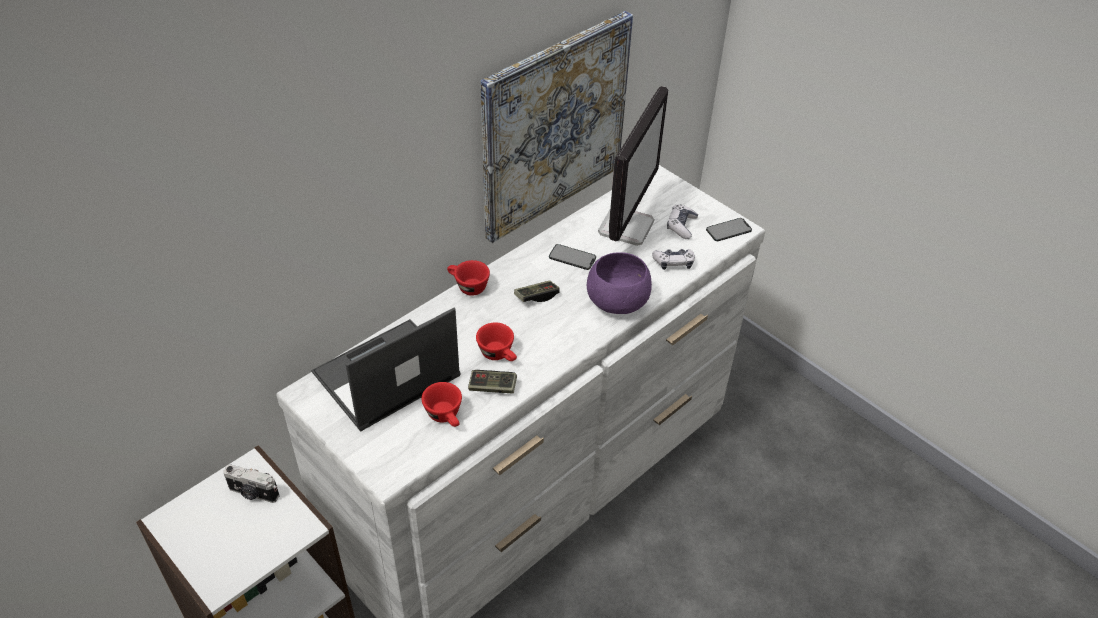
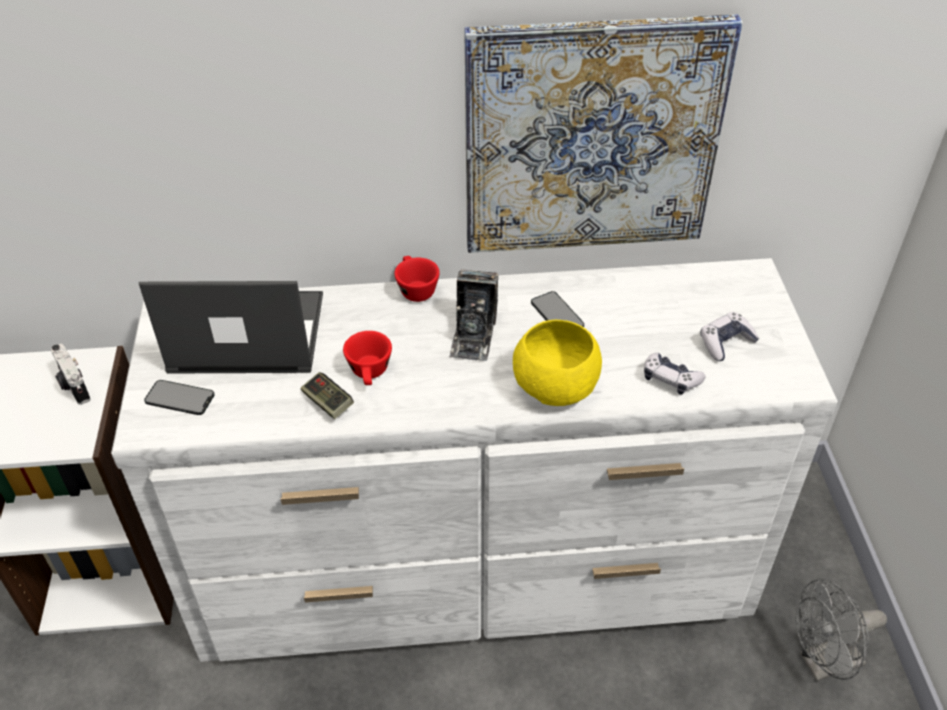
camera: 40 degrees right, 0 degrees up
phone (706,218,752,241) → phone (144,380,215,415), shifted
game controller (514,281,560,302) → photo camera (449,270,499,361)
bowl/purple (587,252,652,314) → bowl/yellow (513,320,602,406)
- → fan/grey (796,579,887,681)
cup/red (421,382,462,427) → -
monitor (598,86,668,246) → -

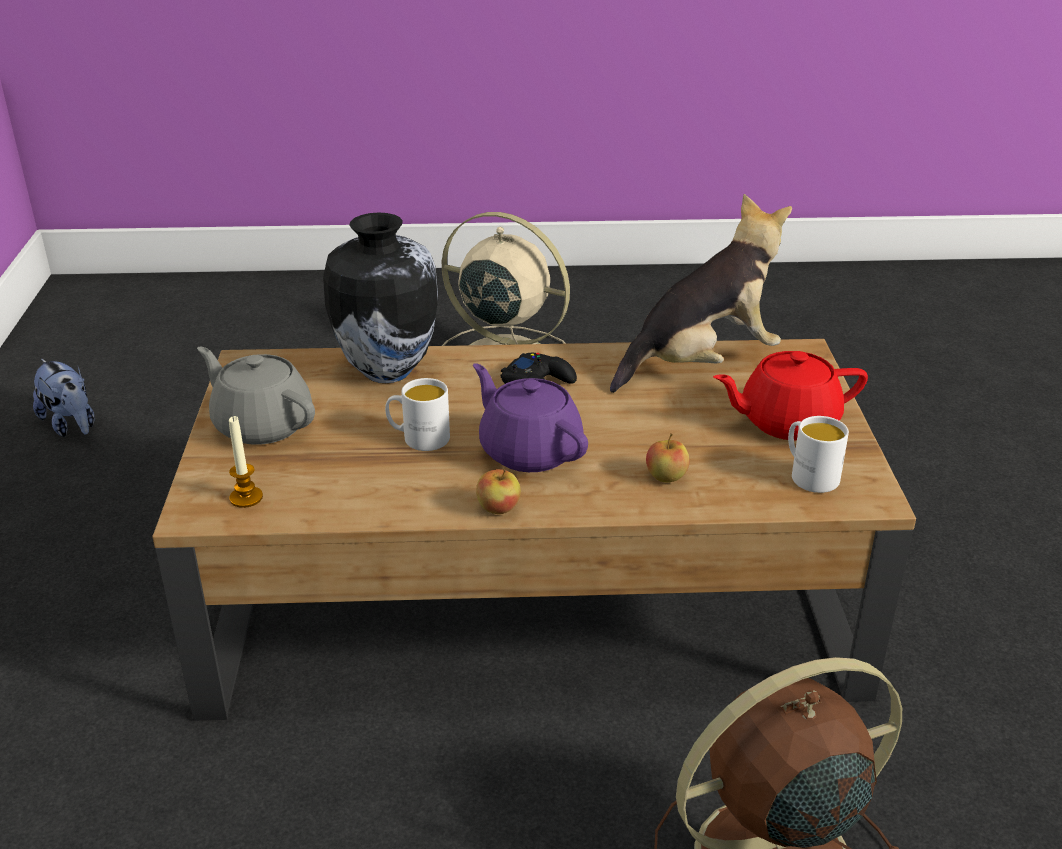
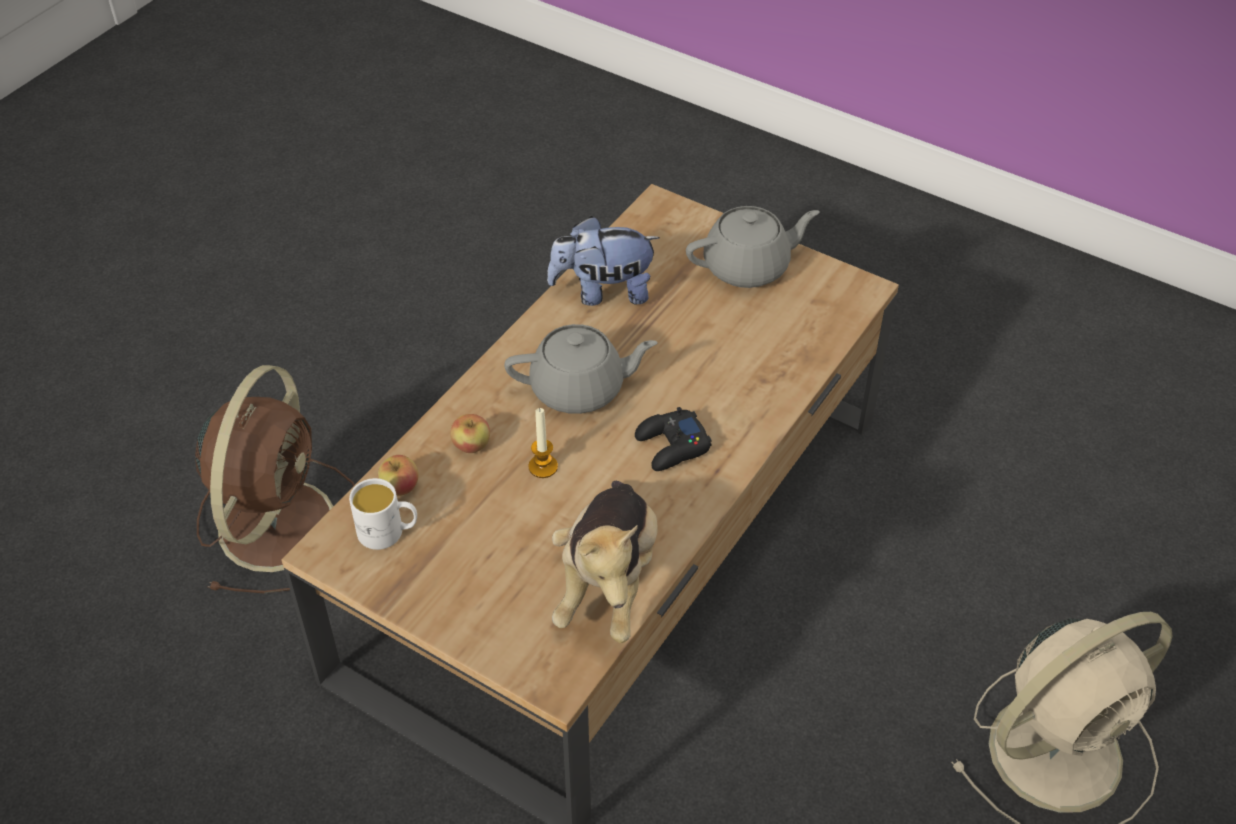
camera: 125 degrees right, 15 degrees up
apple (476,469,521,514) → apple (378,455,419,496), shifted
teapot/purple (473,363,588,472) → teapot/grey (504,324,658,414)
candle (229,416,263,508) → candle (528,408,558,478), shifted
plush toy (33,359,95,437) → plush toy (547,216,660,306), shifted
vase (323,213,438,383) → -
mug/white (385,378,450,451) → -
teapot/red (713,351,868,441) → -

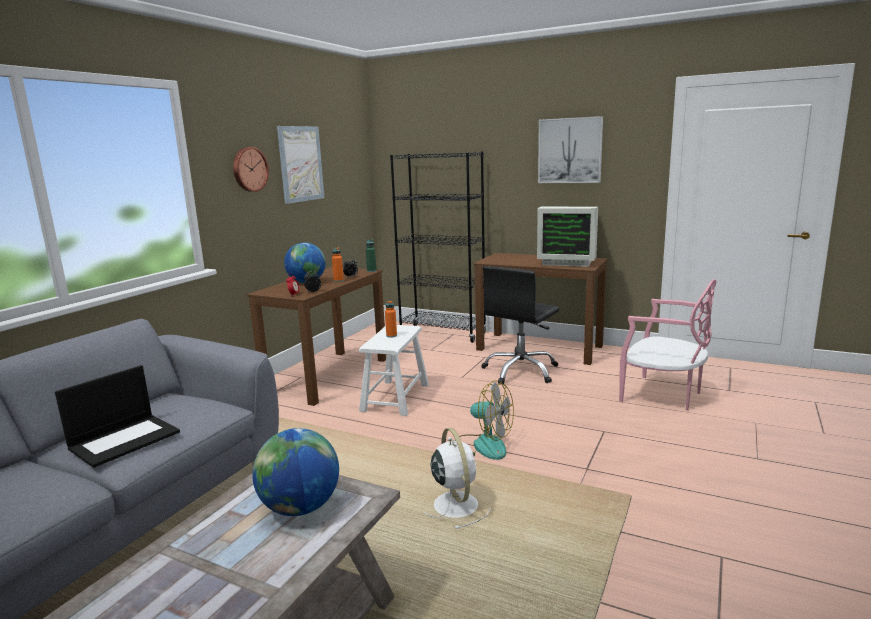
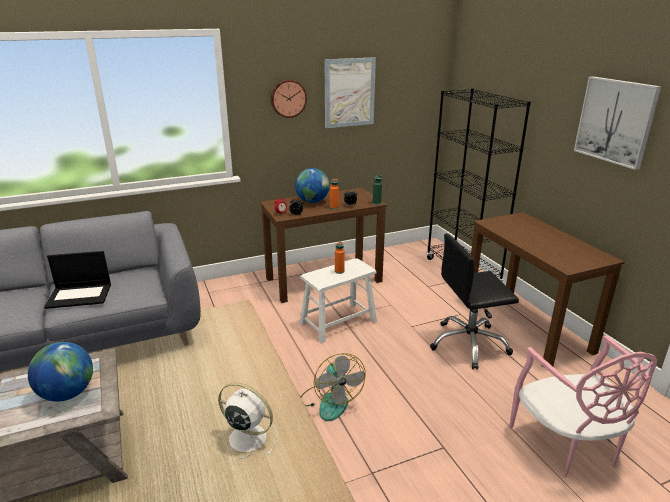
camera: 40 degrees right, 10 degrees up
fan/white (424,428,491,529) → fan/white (218,383,278,459), 90 degrees counterclockwise
monitor (537,206,598,267) → -

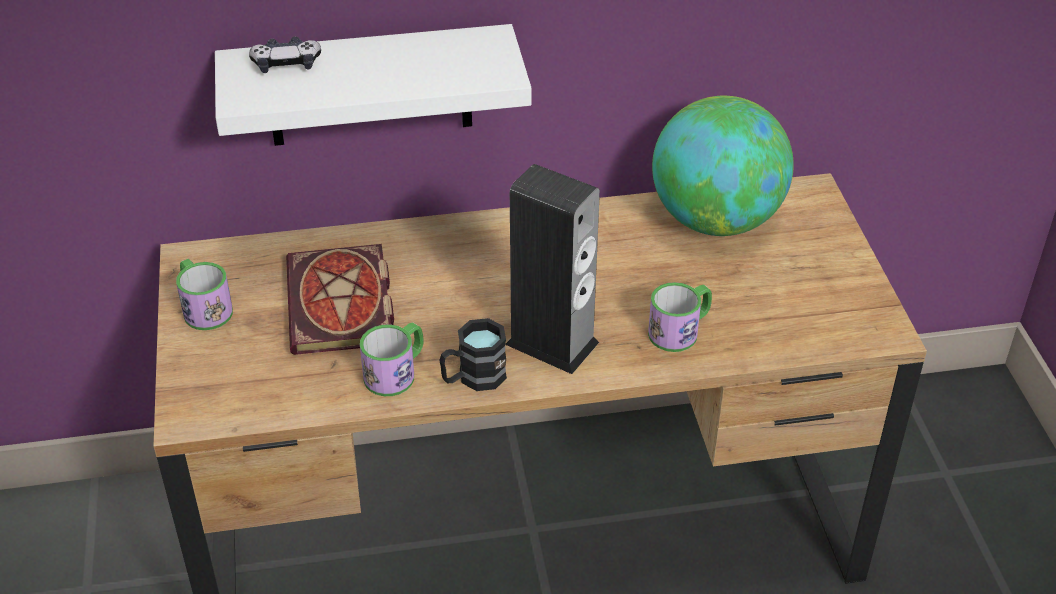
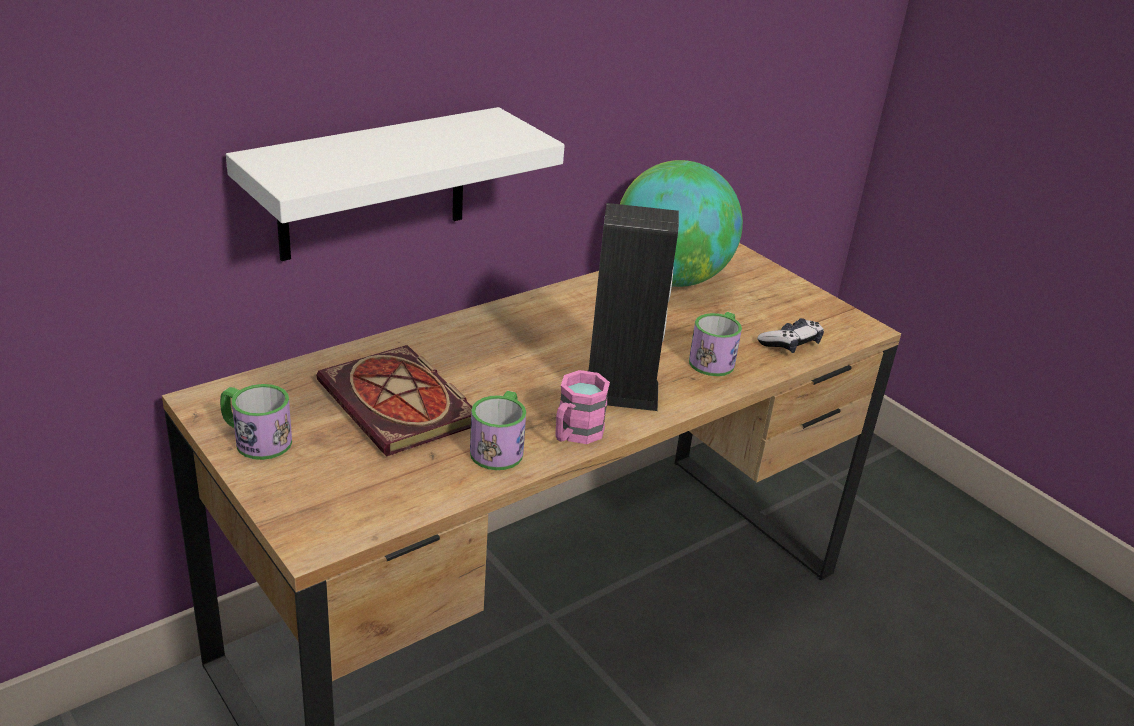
camera: 30 degrees left, 10 degrees down
mug/black (439,318,507,391) → mug/pink (555,370,610,444)
game controller (249,36,321,73) → game controller (757,318,824,353), shifted

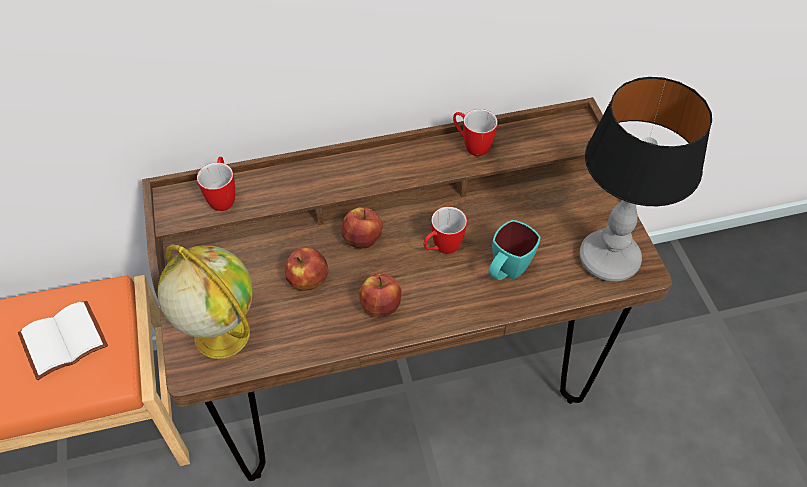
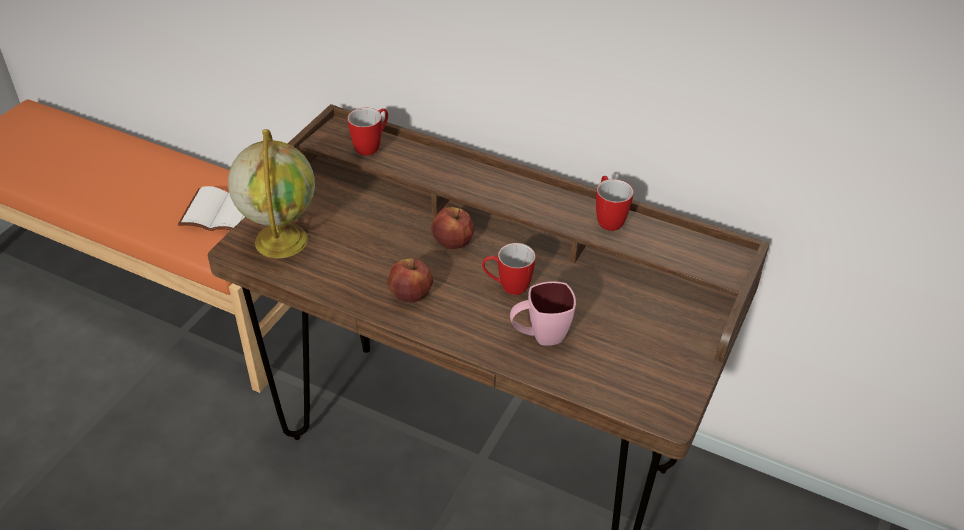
camera: 40 degrees right, 10 degrees down
mug/turquoise (488,220,540,280) → mug/pink (510,282,576,346)
apple (285,248,329,291) → -
table lamp (579,77,712,282) → -

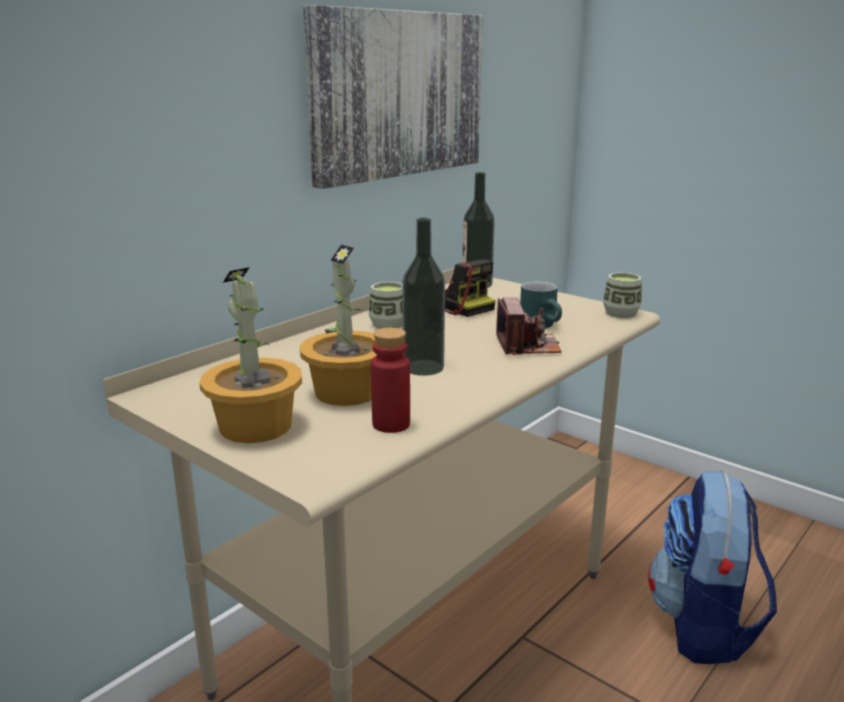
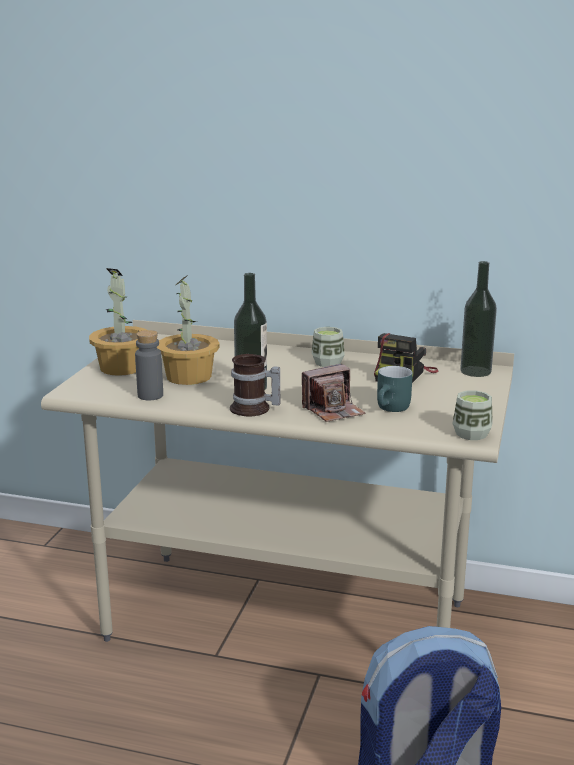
camera: 65 degrees right, 0 degrees up
bottle/red (371,328,410,433) → bottle/grey (135,330,163,400)
- → mug (230,354,280,416)
picture (303,5,483,189) → -

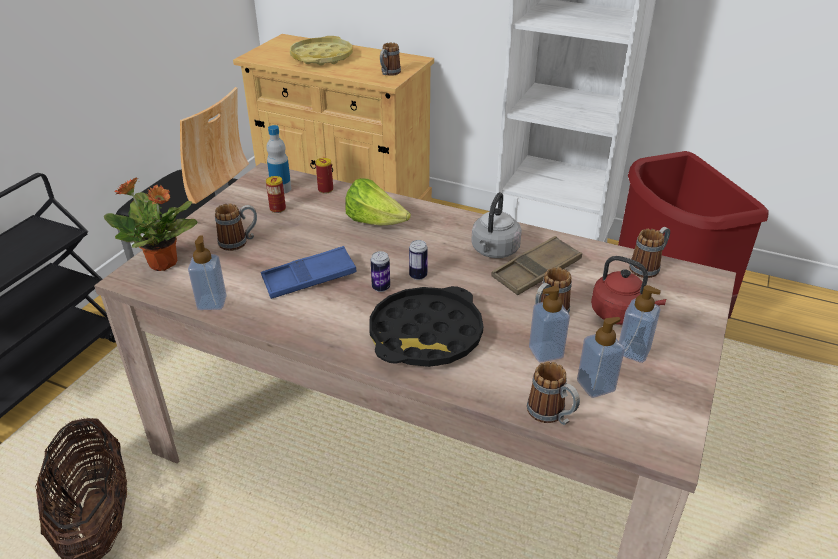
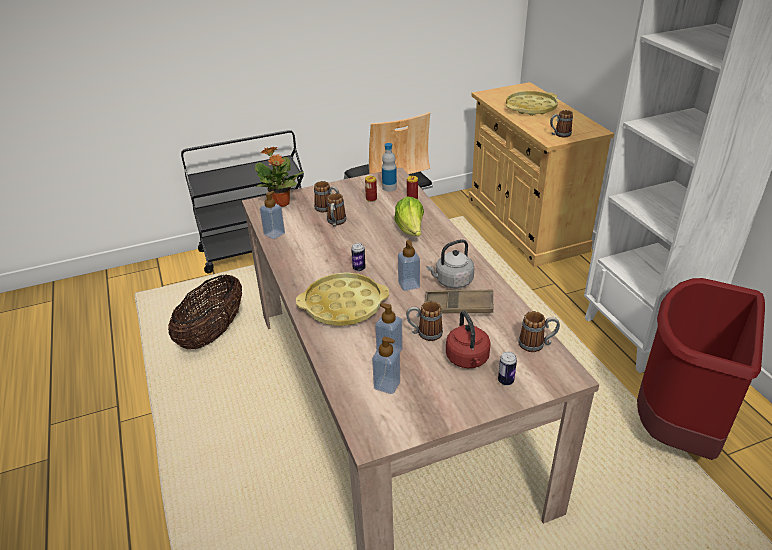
camera: 45 degrees right, 0 degrees up
tray/black (369,286,483,367) → tray/yellow (296,272,389,326)
mug (527,362,580,425) → mug (327,193,346,226), shifted
soap dispenser (619,285,661,363) → soap dispenser (398,240,420,291), shifted
can (409,240,428,280) → can (498,352,517,385), shifted
tray/blue (261,246,357,299) → -

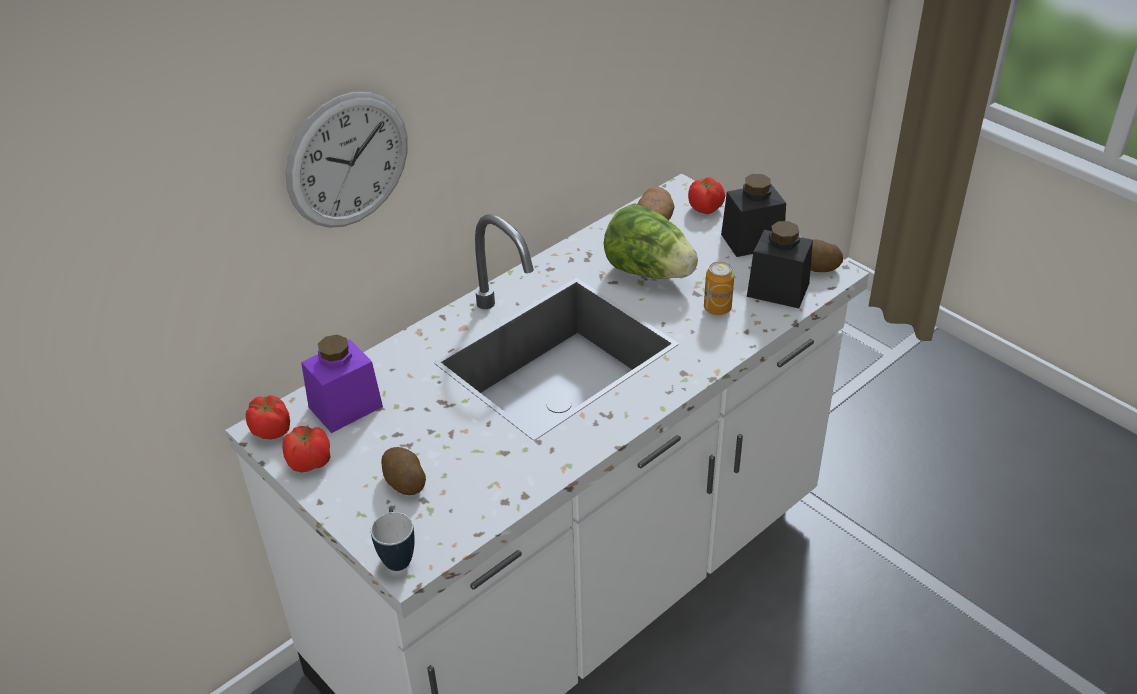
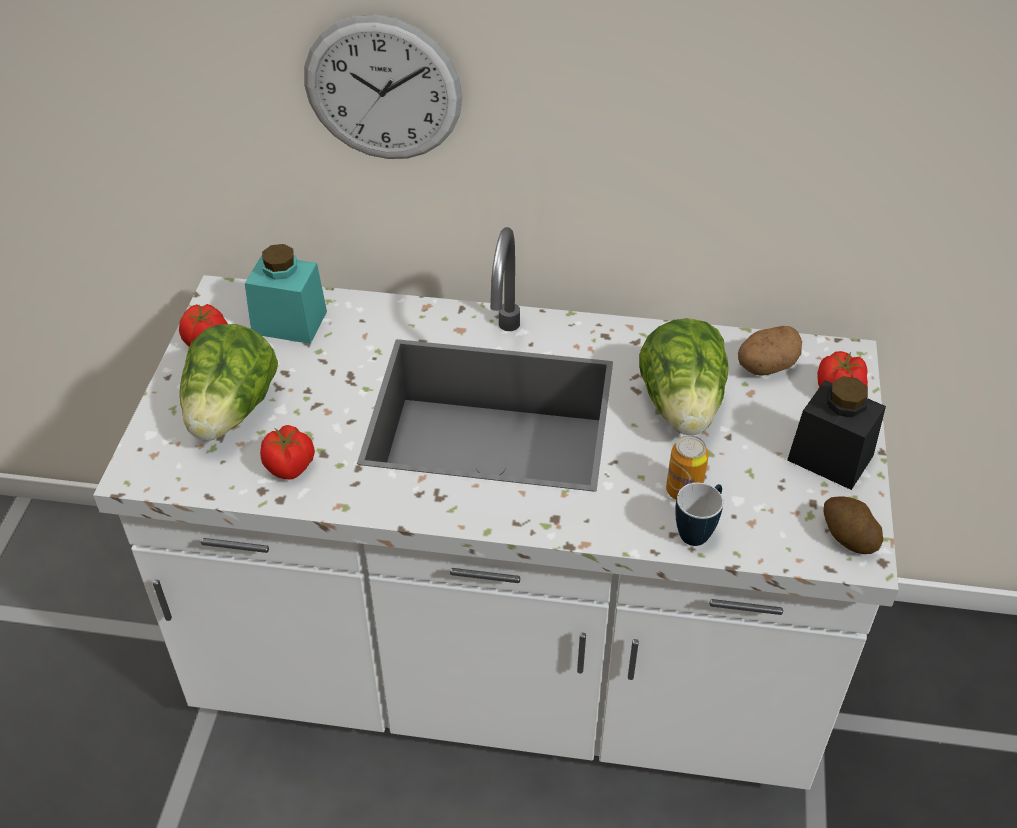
camera: 50 degrees right, 5 degrees up
potato (381,447,426,495) → lettuce (180,324,278,441)
jar/purple (301,335,383,433) → jar/turquoise (245,244,327,344)
tomato (246,395,290,440) → tomato (260,425,315,479), shifted
mug (371,508,415,571) → mug (675,483,723,546), shifted
jar/black (747,221,813,308) → -

